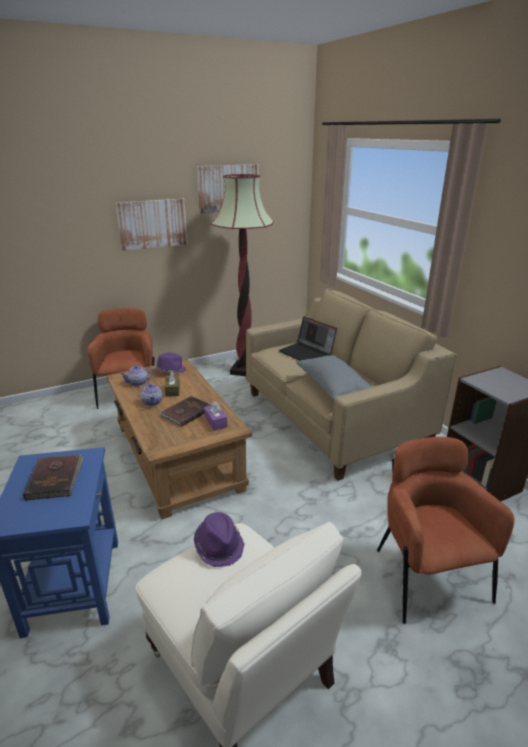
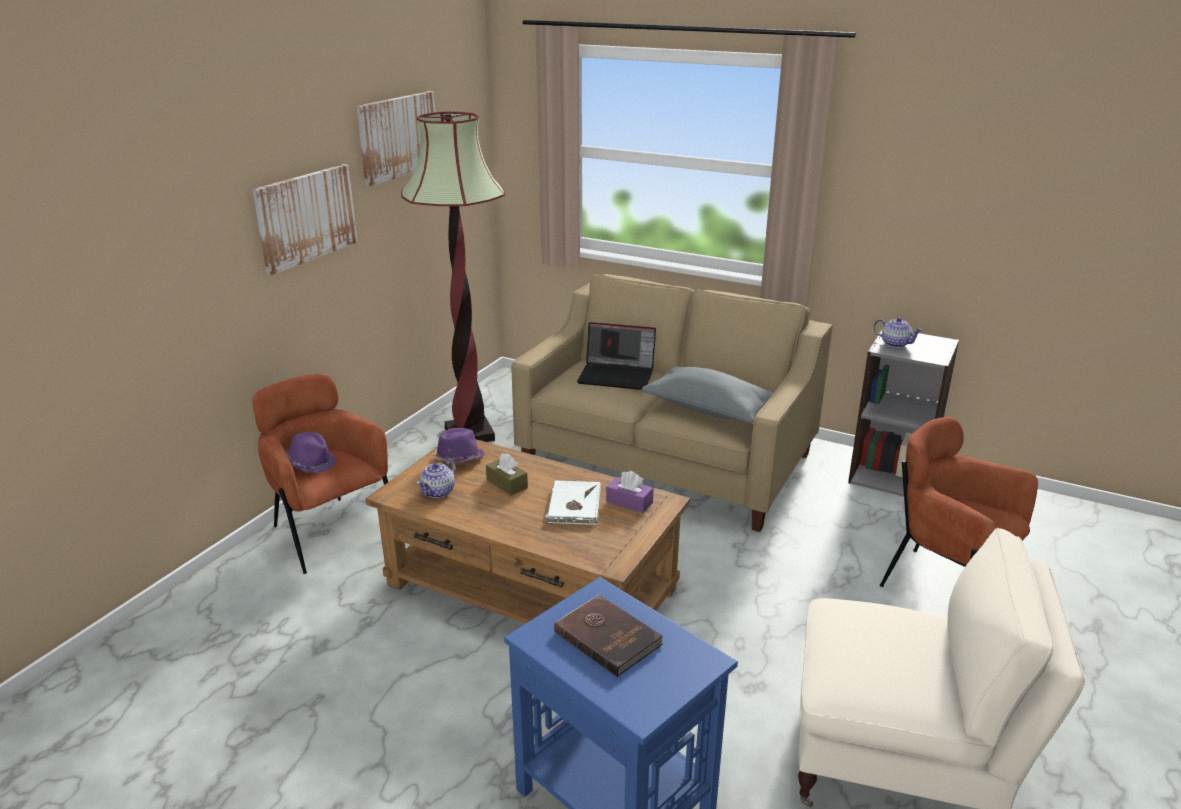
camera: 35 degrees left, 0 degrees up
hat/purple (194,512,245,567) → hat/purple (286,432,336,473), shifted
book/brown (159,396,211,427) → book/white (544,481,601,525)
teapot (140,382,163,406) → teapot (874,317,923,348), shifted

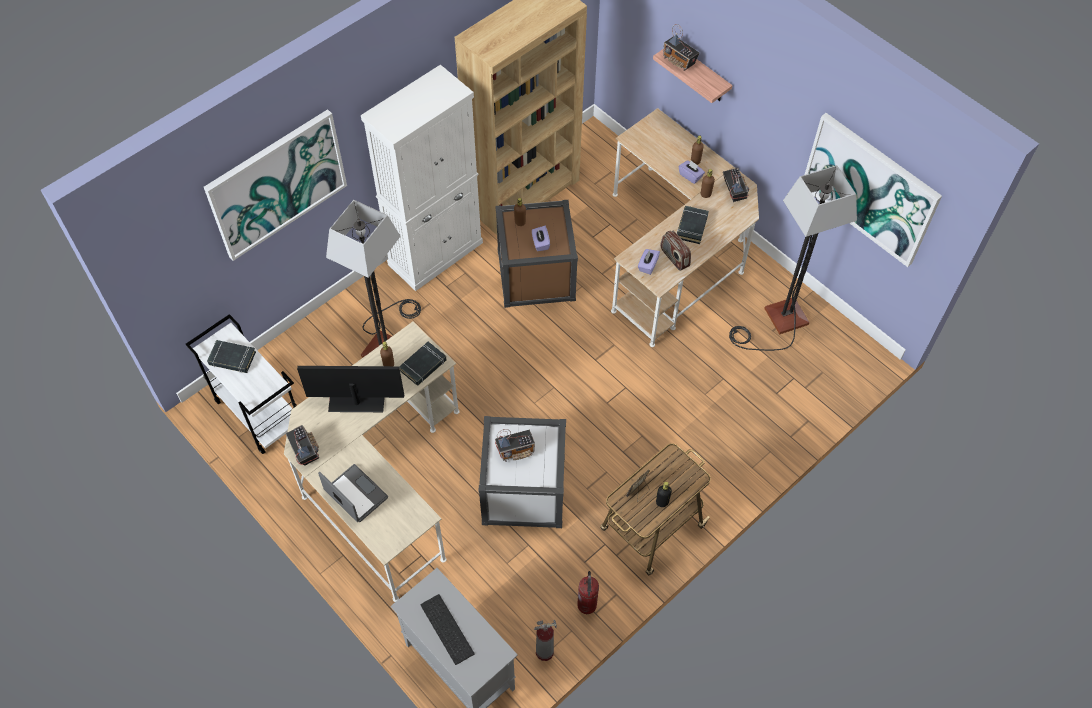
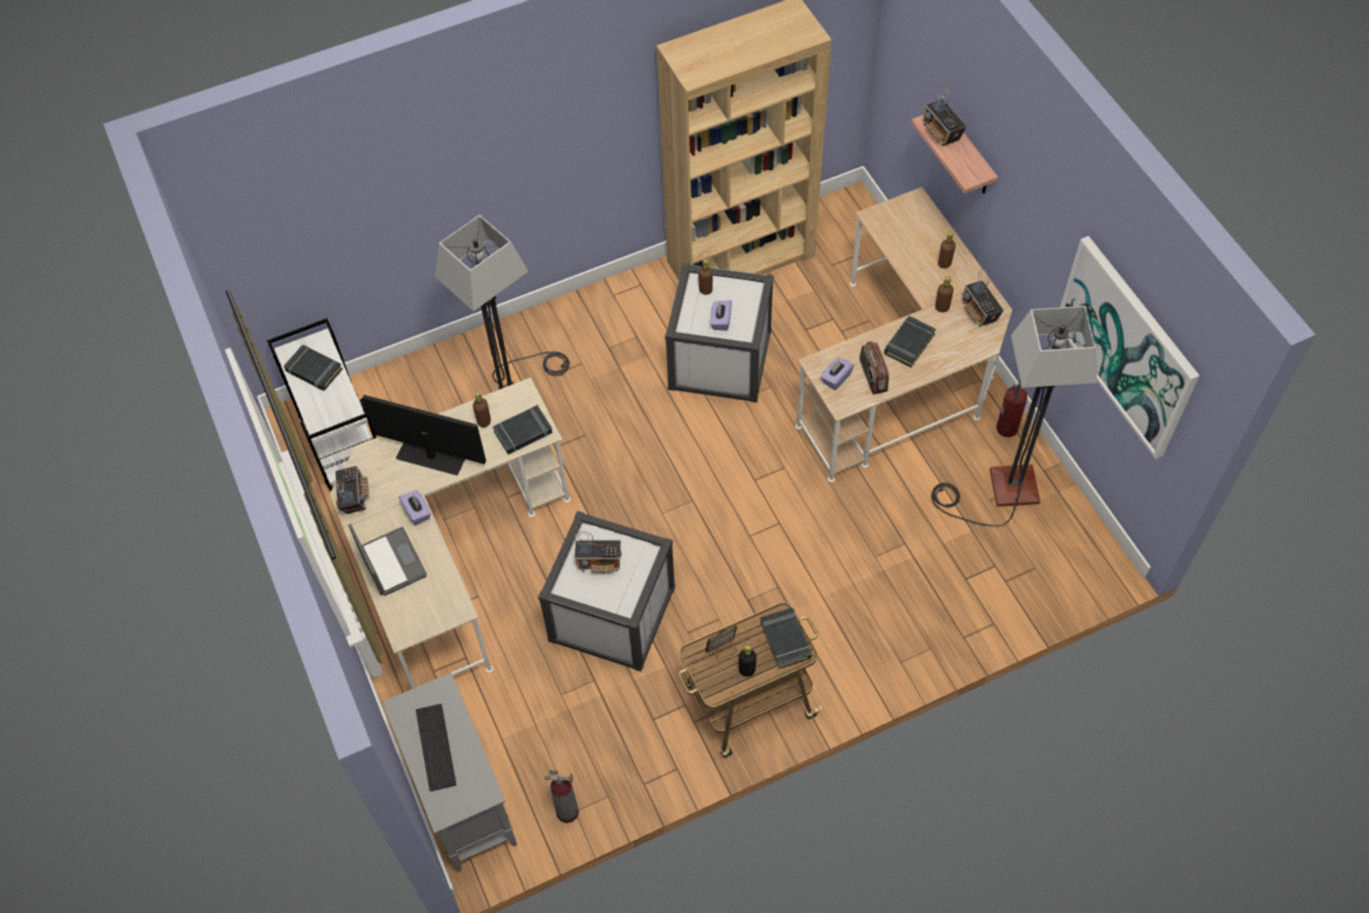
camera: 20 degrees right, 0 degrees up
tissue box/purple (679,160,705,184) → tissue box/purple (399,490,431,526), shifted
storage box/brown (495,200,578,308) → storage box/white (665,263,774,403)
- → book/black (760,608,812,669)
radio (723,168,749,202) → radio (962,269,1004,327), 150 degrees clockwise
fire extinguisher (577,571,599,614) → fire extinguisher (996,381,1028,437), shifted
picture (204,109,347,261) → -
cabinet/white (361,65,483,291) → -

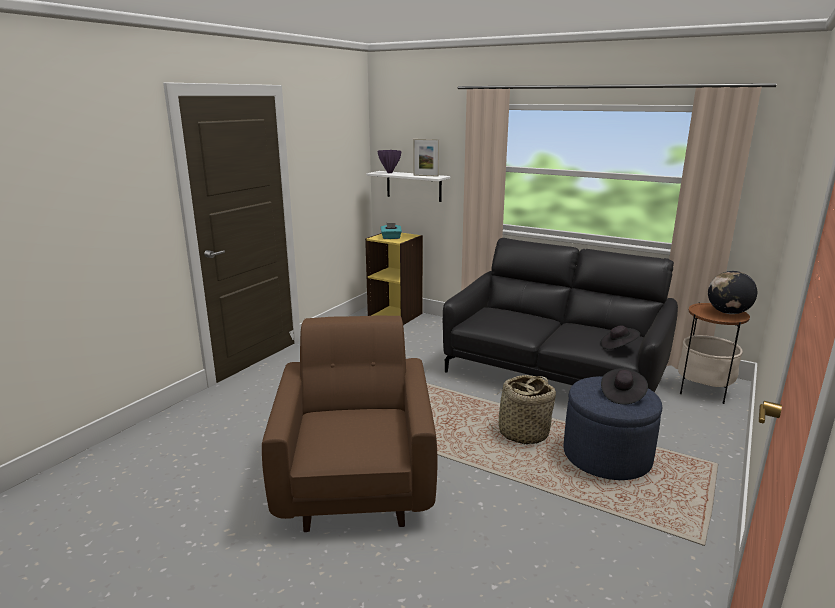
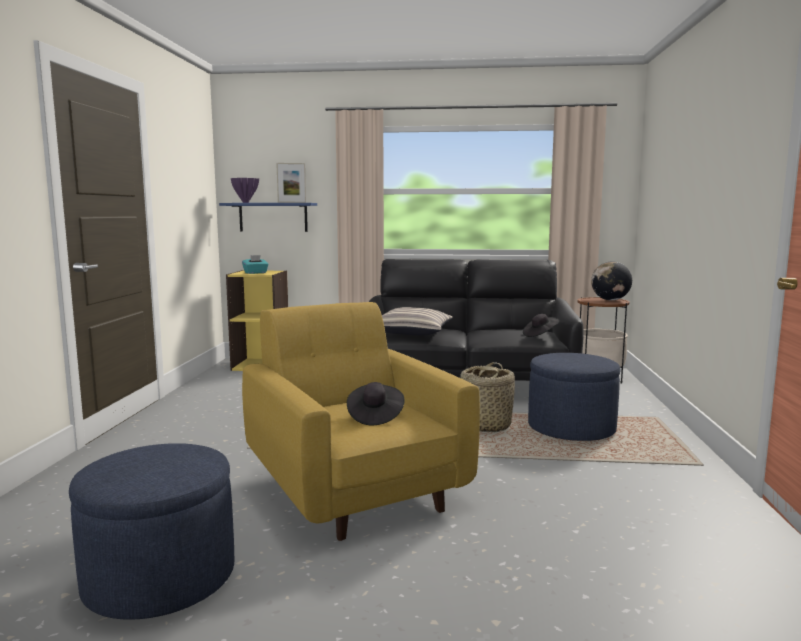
camera: 25 degrees left, 10 degrees down
- → ottoman/blue (69,443,234,620)
shelf/white (366,171,450,202) → shelf/blue (219,203,317,232)
armchair/brown (262,315,438,532) → armchair/yellow (242,302,480,541)
hat/black (601,368,648,404) → hat/black (347,382,405,425), shifted
- → pillow (382,307,453,336)

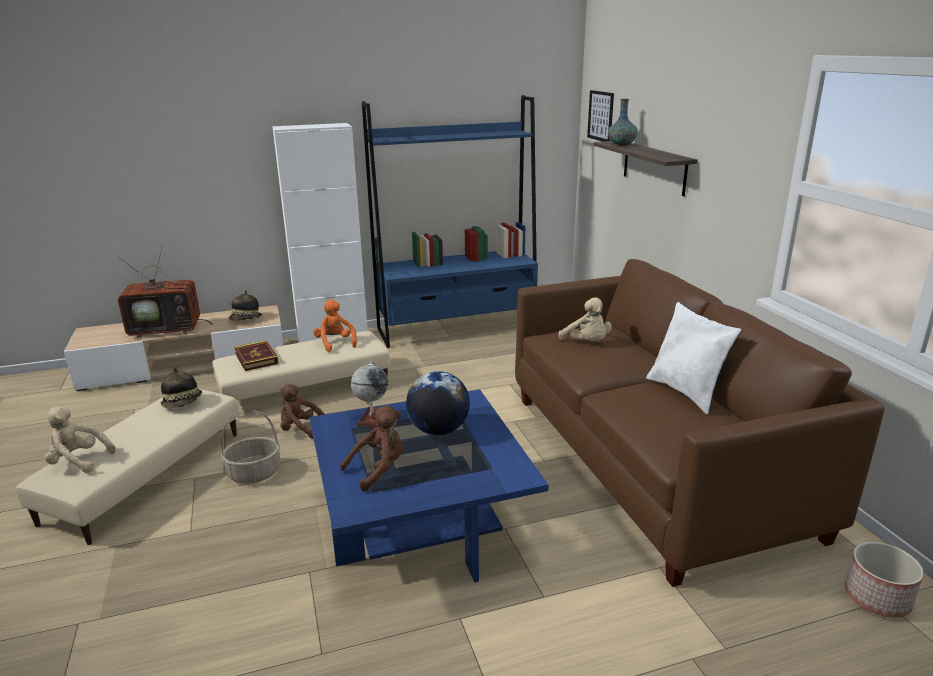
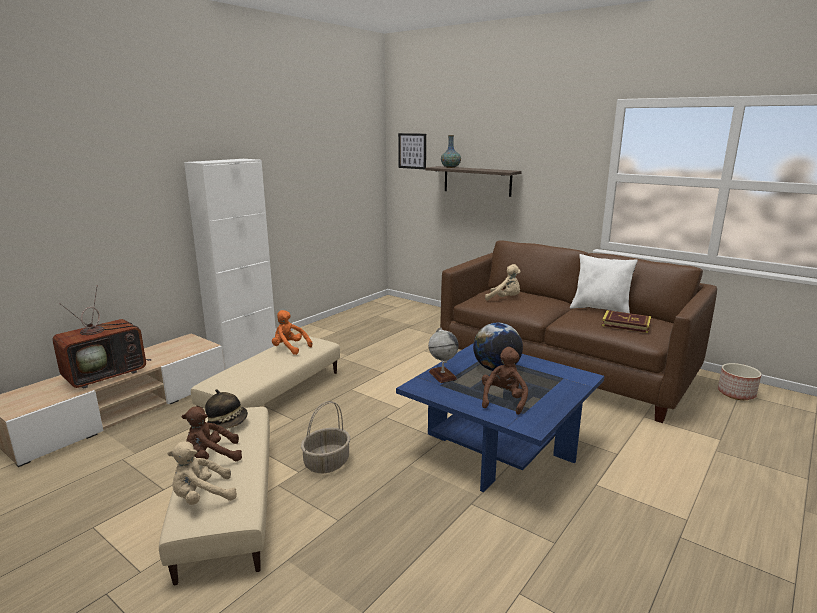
camera: 35 degrees left, 5 degrees down
plush toy/brown (281,384,324,439) → plush toy/brown (182,407,242,461), shifted
book (234,340,278,371) → book (602,310,651,333), shifted
hat (229,291,262,320) → -
bookcase/blue (362,95,538,348) → -

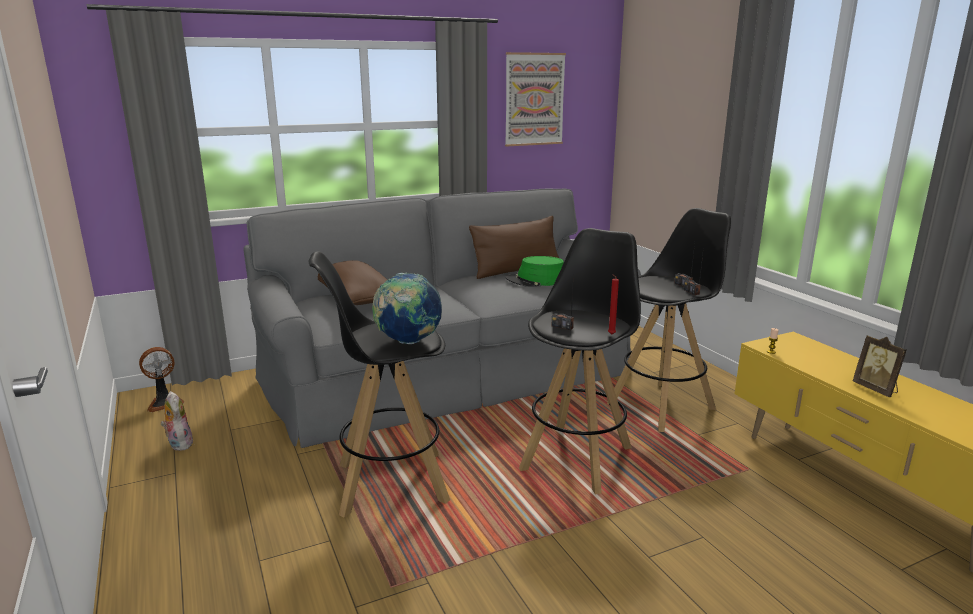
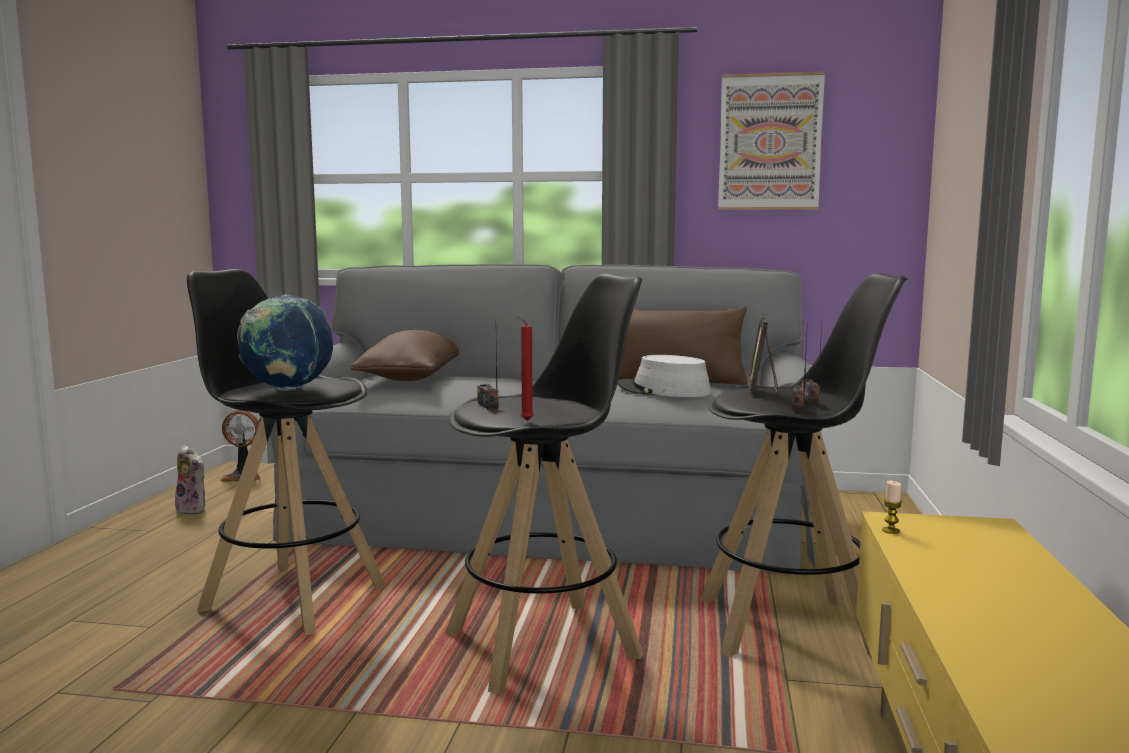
camera: 35 degrees right, 10 degrees down
plush toy (161,391,193,451) → plush toy (173,445,205,515), 120 degrees clockwise
hat/green (506,256,564,287) → hat/grey (618,355,711,397)
picture frame (853,335,907,397) → picture frame (748,312,779,395), shifted

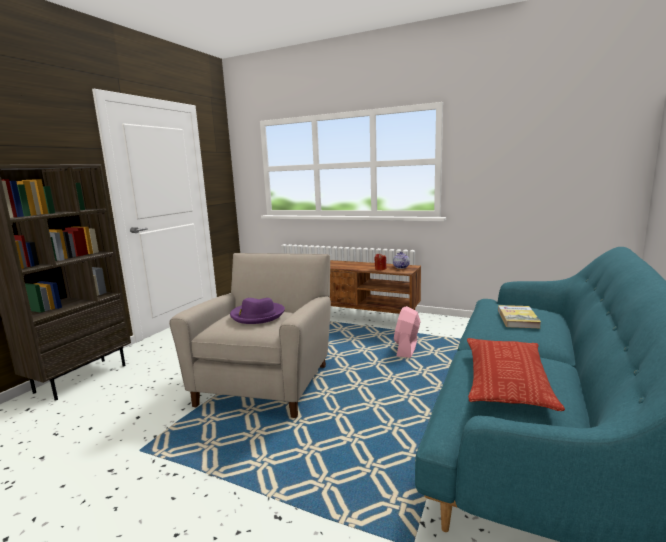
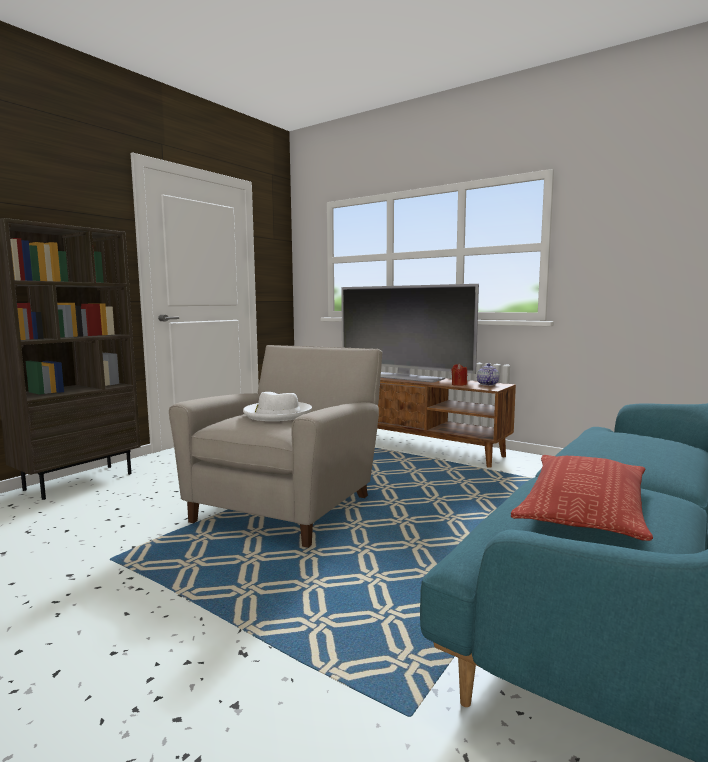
camera: 10 degrees right, 5 degrees down
hat/purple (230,298,285,324) → hat/white (243,392,312,421)
- → television (341,284,479,383)
fan/pink (394,306,420,358) → -
book (498,305,541,328) → -

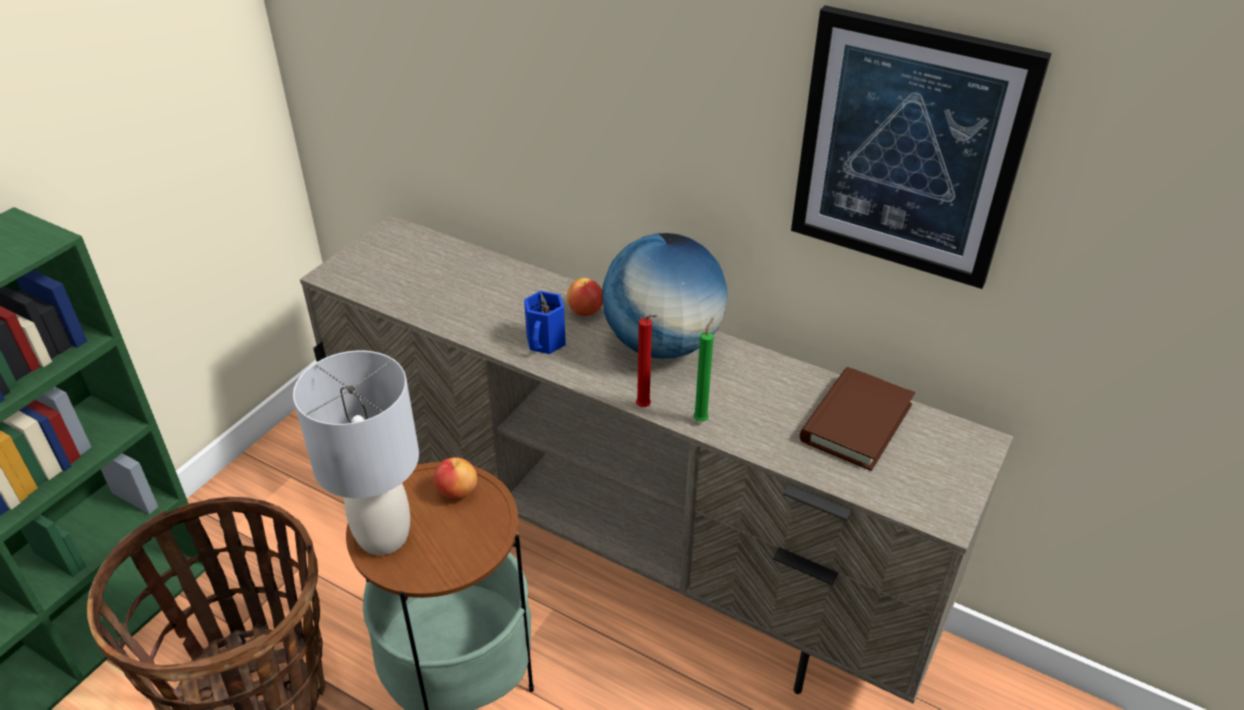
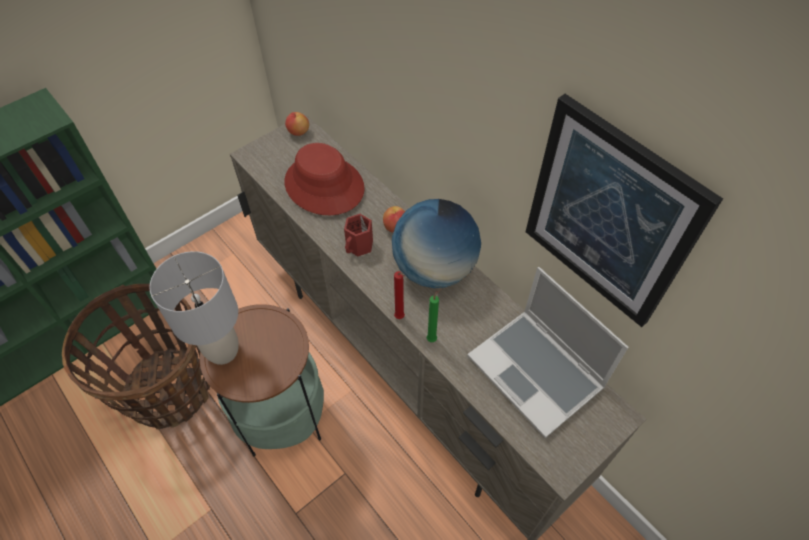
camera: 20 degrees right, 15 degrees up
- → hat/red (284,143,365,215)
apple (434,457,477,499) → apple (285,112,309,136), shifted
mug/blue (524,291,566,354) → mug/red (344,214,373,256)
book/brown (800,367,915,471) → laptop (467,267,628,438)

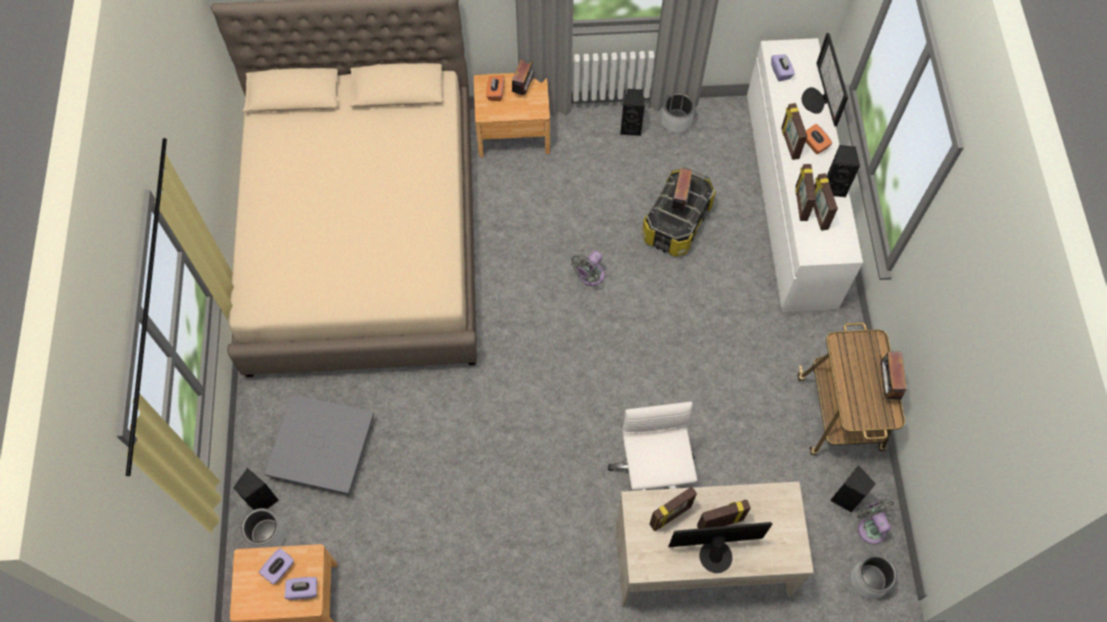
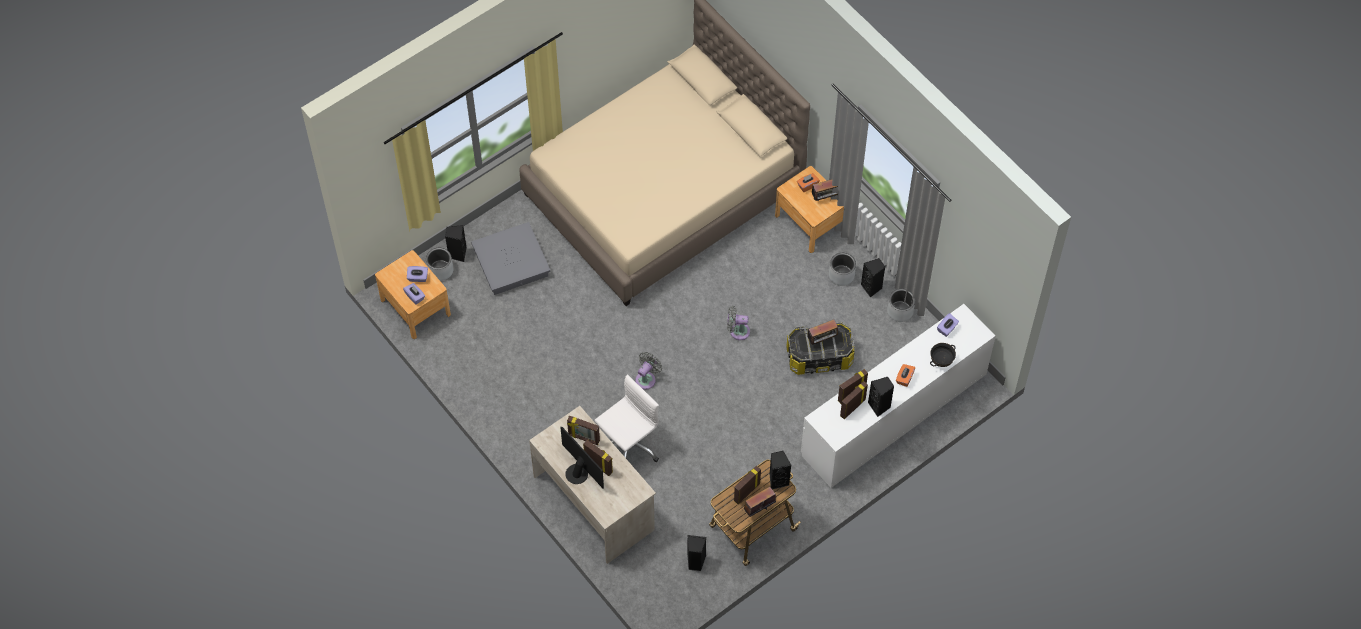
camera: 55 degrees right, 5 degrees down
fan/grey (857,498,894,544) → fan/grey (635,352,662,390), shifted
picture frame (781,103,807,160) → picture frame (734,466,761,504), shifted
- → speaker/black (770,451,791,490)
planter/grey (851,554,897,599) → planter/grey (829,253,856,286), shifted
monitor (802,33,848,126) → bowl/black (930,343,956,367)

